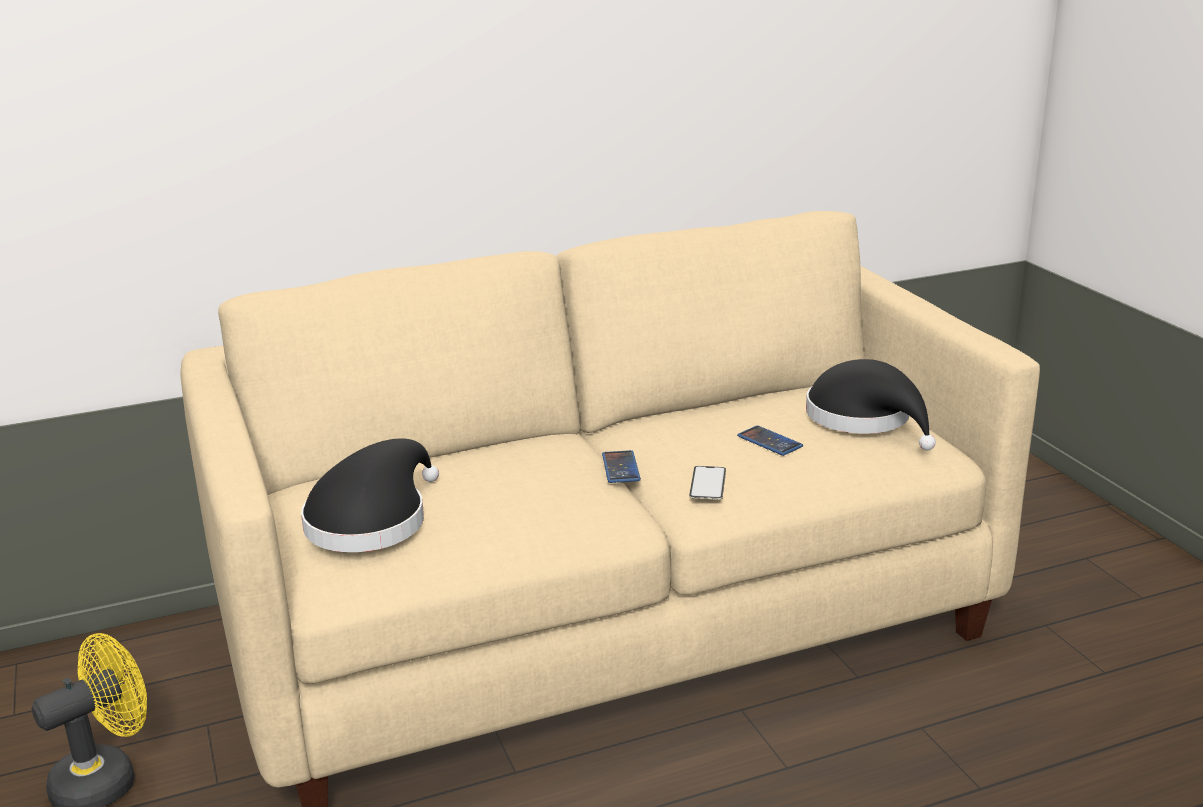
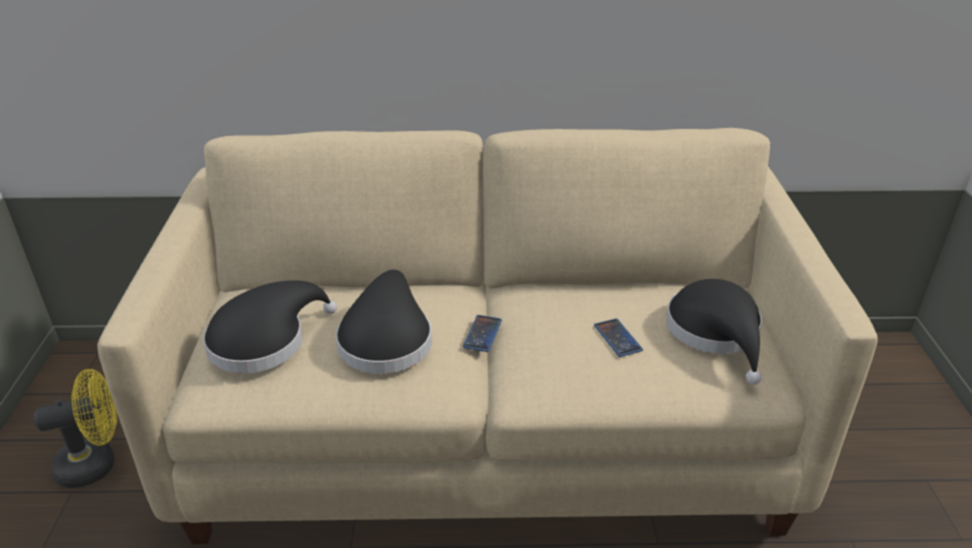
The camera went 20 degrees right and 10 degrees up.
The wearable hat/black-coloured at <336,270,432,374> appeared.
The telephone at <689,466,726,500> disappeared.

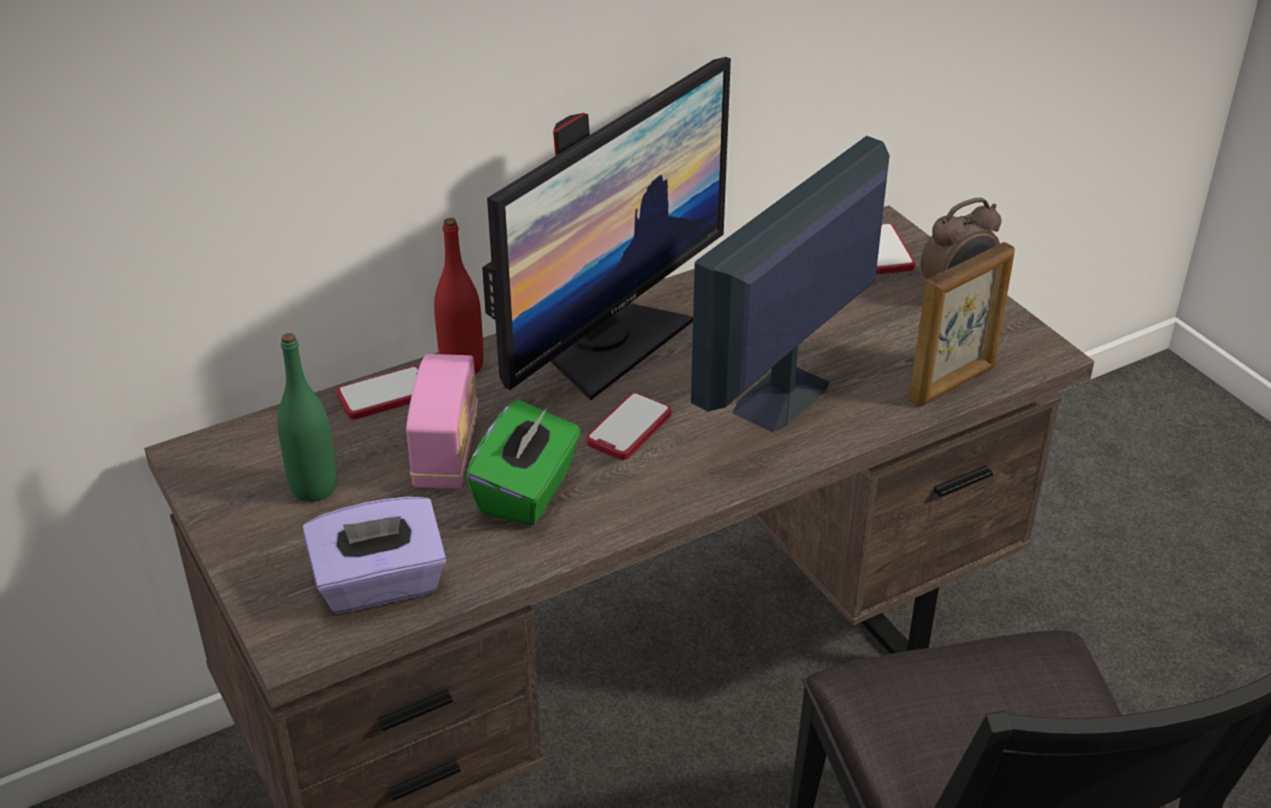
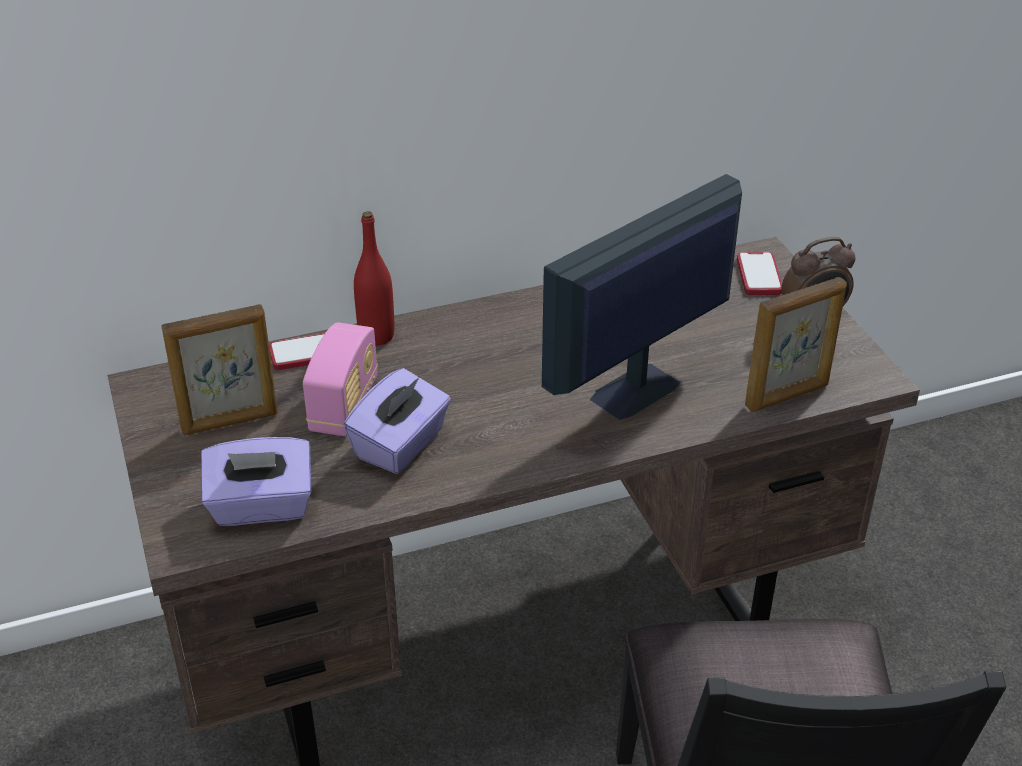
The camera went 10 degrees right and 0 degrees up.
The bottle/greenish at <277,333,337,502> was replaced by the standing frame at <161,304,278,435>.
The box of tissues/greenish at <465,400,581,526> became the box of tissues/purple at <344,368,451,474>.
The computer display at <482,57,731,400> disappeared.
The telephone at <586,393,671,460> disappeared.

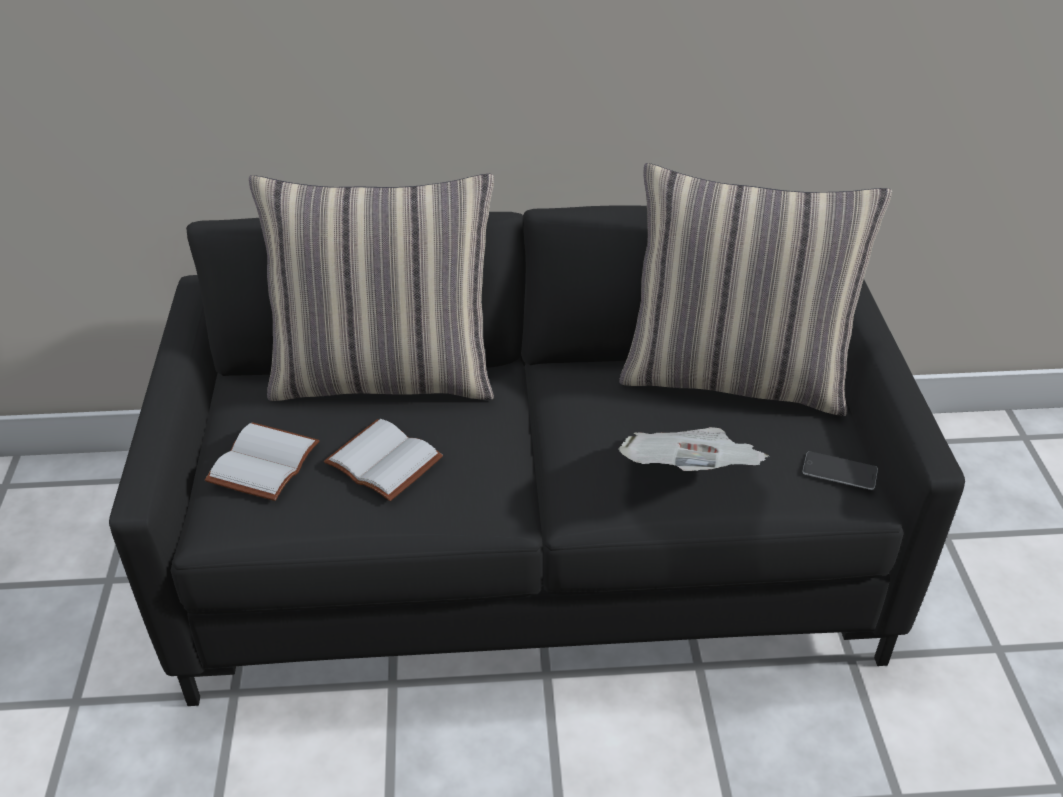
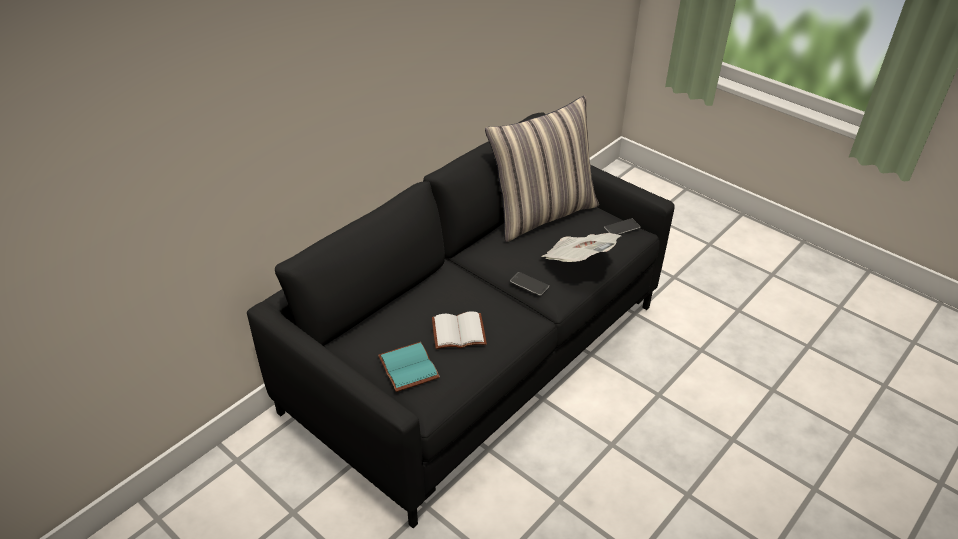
The camera went 45 degrees left and 0 degrees up.
The bound book/white at <205,422,320,501> became the bound book/turquoise at <378,342,440,392>.
The telephone at <510,272,549,296> appeared.
The pillow at <249,174,494,401> disappeared.

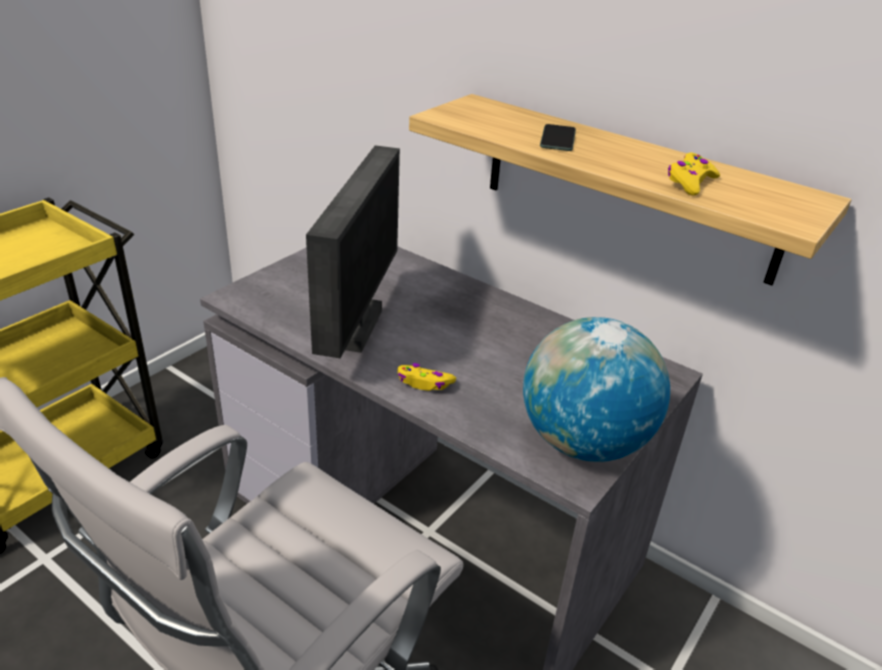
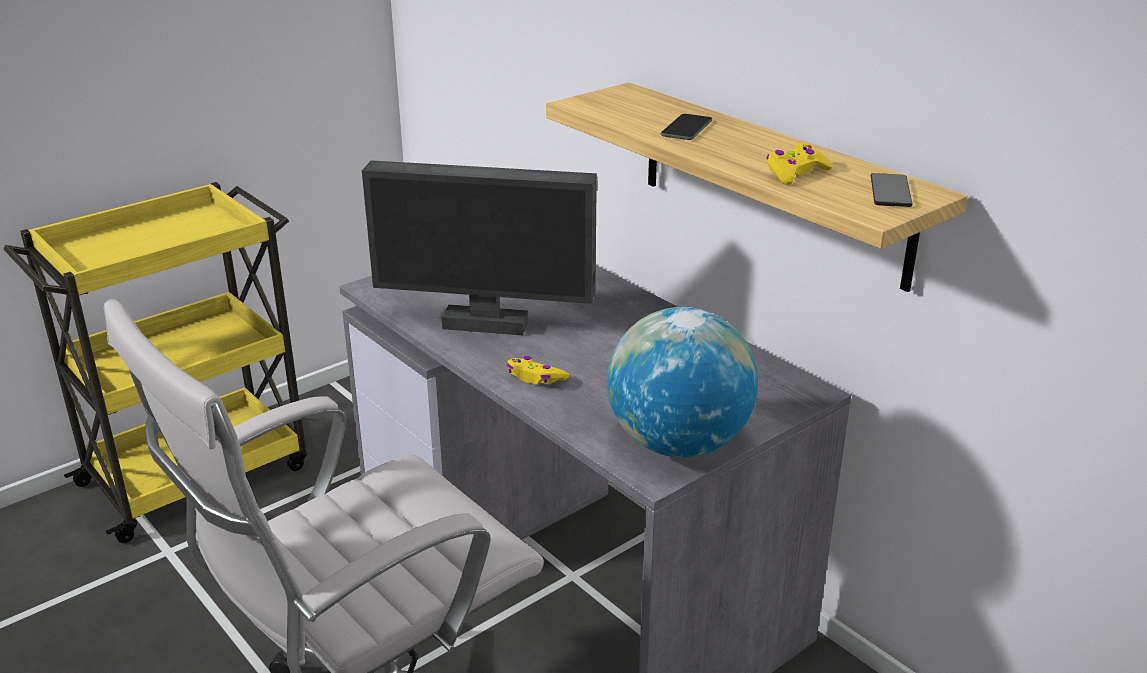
The camera went 15 degrees right and 5 degrees down.
The computer display at <306,145,400,359> turned 75 degrees clockwise.
The telephone at <871,173,912,207> appeared.

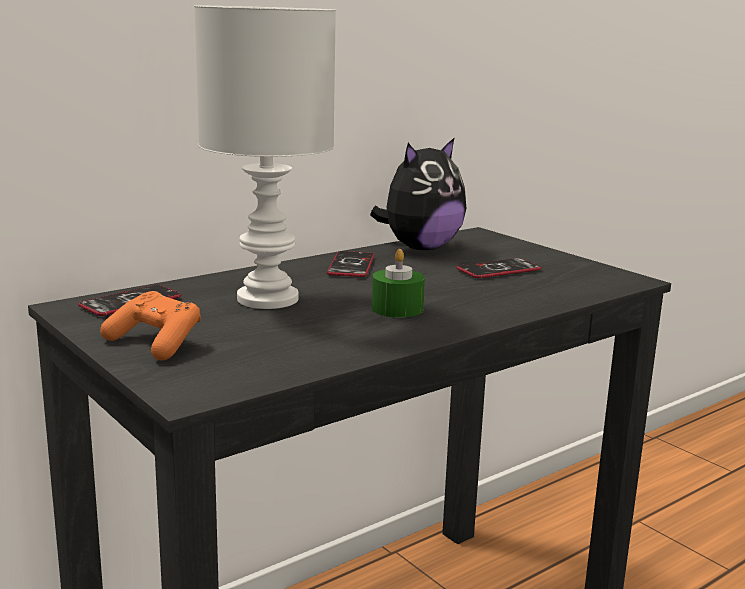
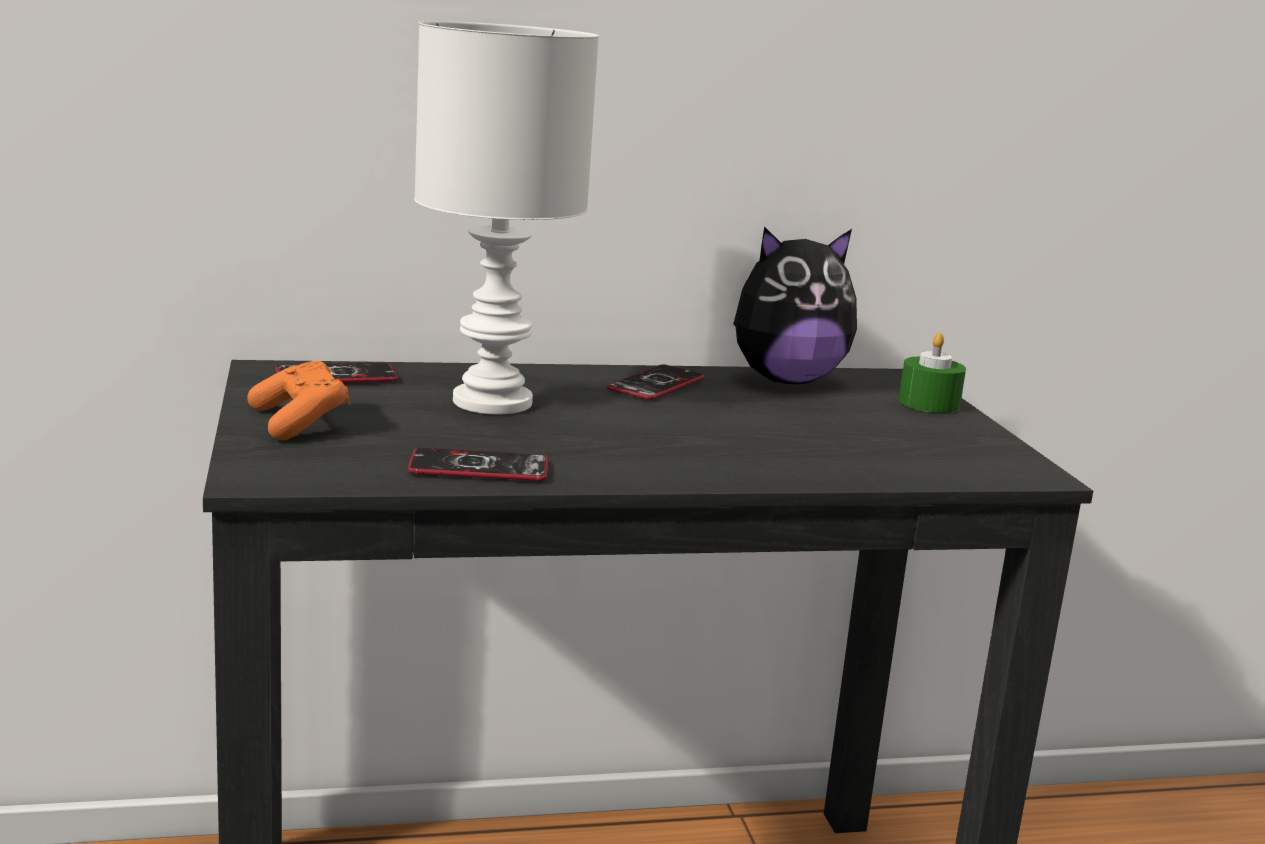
The camera went 25 degrees right and 0 degrees up.
The telephone moved from <457,258,542,278> to <408,448,548,481>.
The wax light/greenish moved from <372,249,425,318> to <899,332,966,413>.

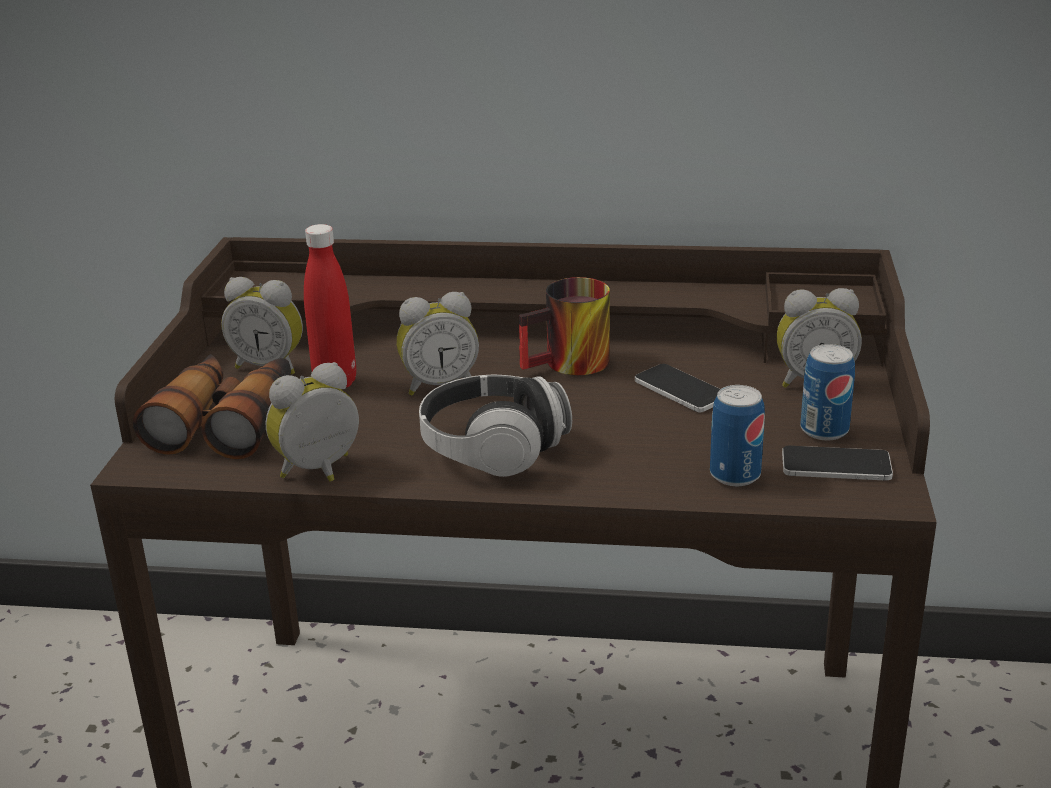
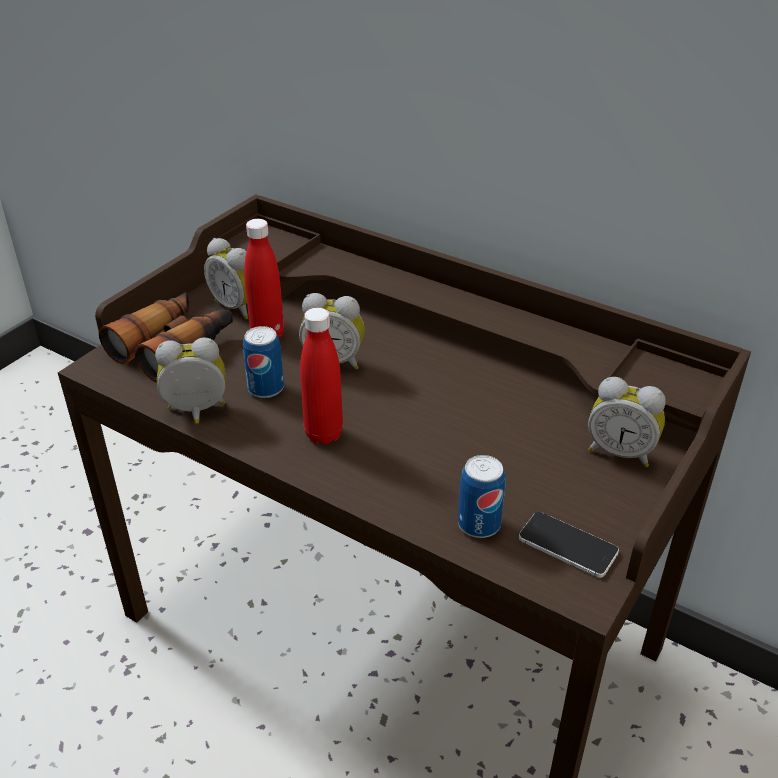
The camera went 25 degrees right and 10 degrees up.
The sealed can moved from <800,344,855,440> to <243,326,284,398>.
The headset at <419,375,572,477> was replaced by the bottle/red at <300,308,343,444>.
The tea mug at <519,277,610,375> disappeared.
The telephone at <635,364,720,412> disappeared.

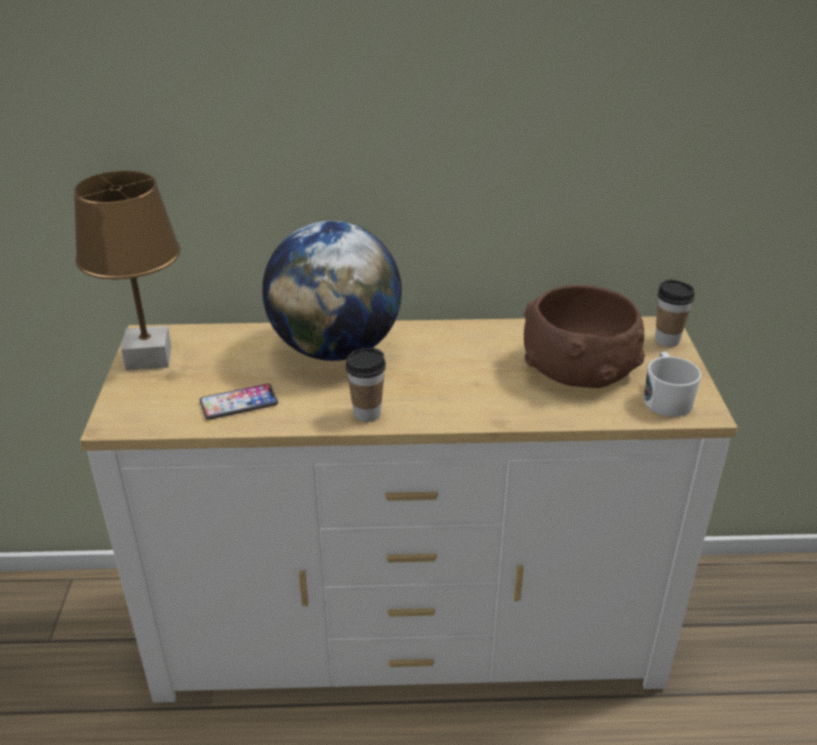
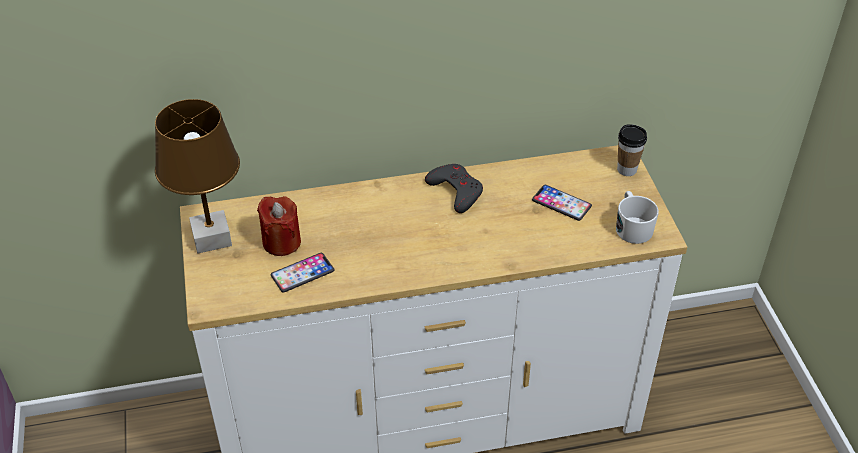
The camera went 10 degrees left and 10 degrees up.
The wax light/red at <257,196,301,256> appeared.
The gamepad/gray at <425,164,483,213> appeared.
The deep dish/brown at <524,285,645,388> was replaced by the telephone at <532,185,592,221>.
The world globe at <262,221,402,361> disappeared.
The cup at <345,348,386,422> disappeared.

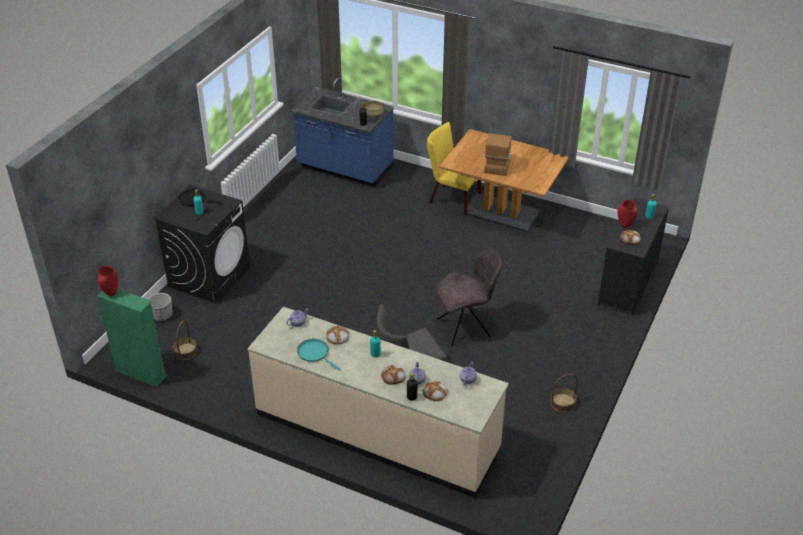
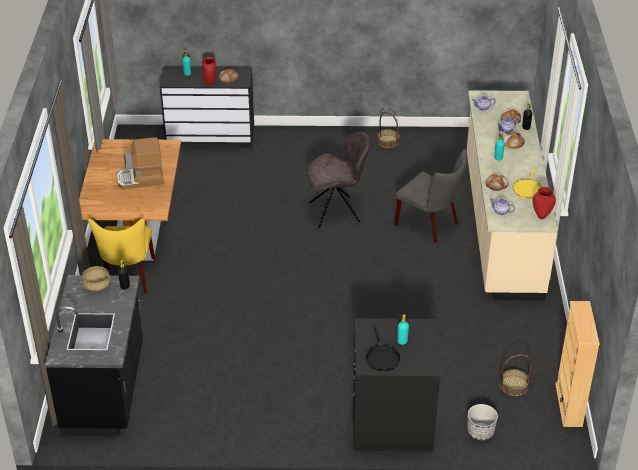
The camera went 115 degrees left and 0 degrees up.
The counter/blue at <291,78,394,187> became the counter/black-coloured at <45,275,143,436>.
The chair/gray at <436,249,502,346> turned 120 degrees clockwise.
The frying pan/turquoise at <297,339,340,370> became the frying pan/yellowish at <513,168,542,199>.
The decorative vase/red moved from <98,265,118,296> to <532,187,556,219>.
The bookcase/greenish at <97,289,167,387> became the bookcase/sand-coloured at <555,301,600,427>.

